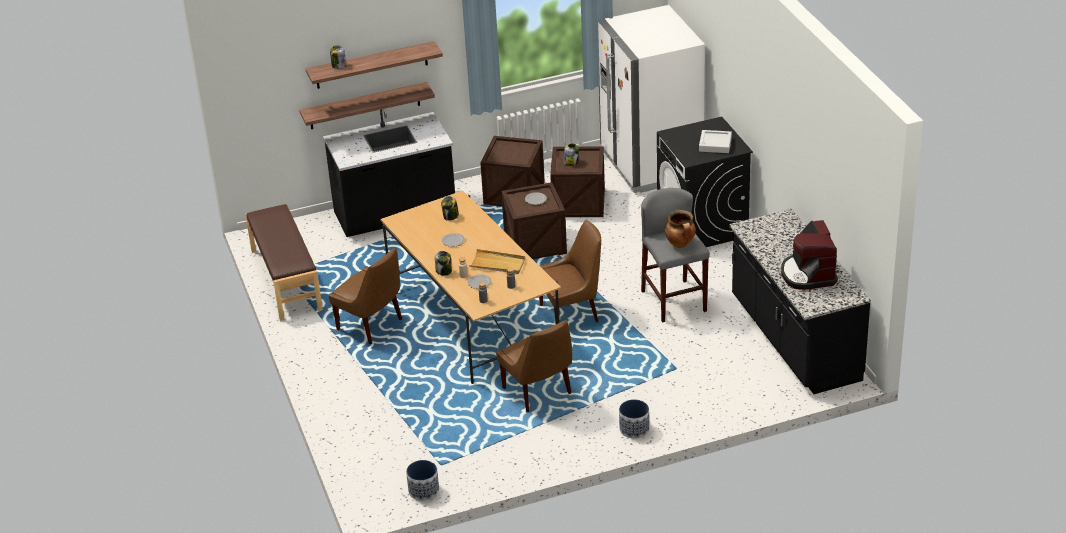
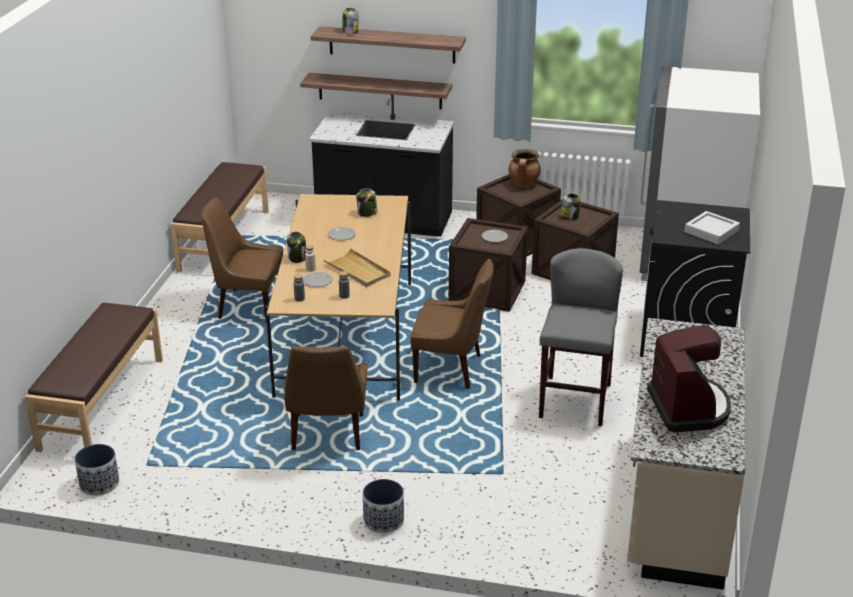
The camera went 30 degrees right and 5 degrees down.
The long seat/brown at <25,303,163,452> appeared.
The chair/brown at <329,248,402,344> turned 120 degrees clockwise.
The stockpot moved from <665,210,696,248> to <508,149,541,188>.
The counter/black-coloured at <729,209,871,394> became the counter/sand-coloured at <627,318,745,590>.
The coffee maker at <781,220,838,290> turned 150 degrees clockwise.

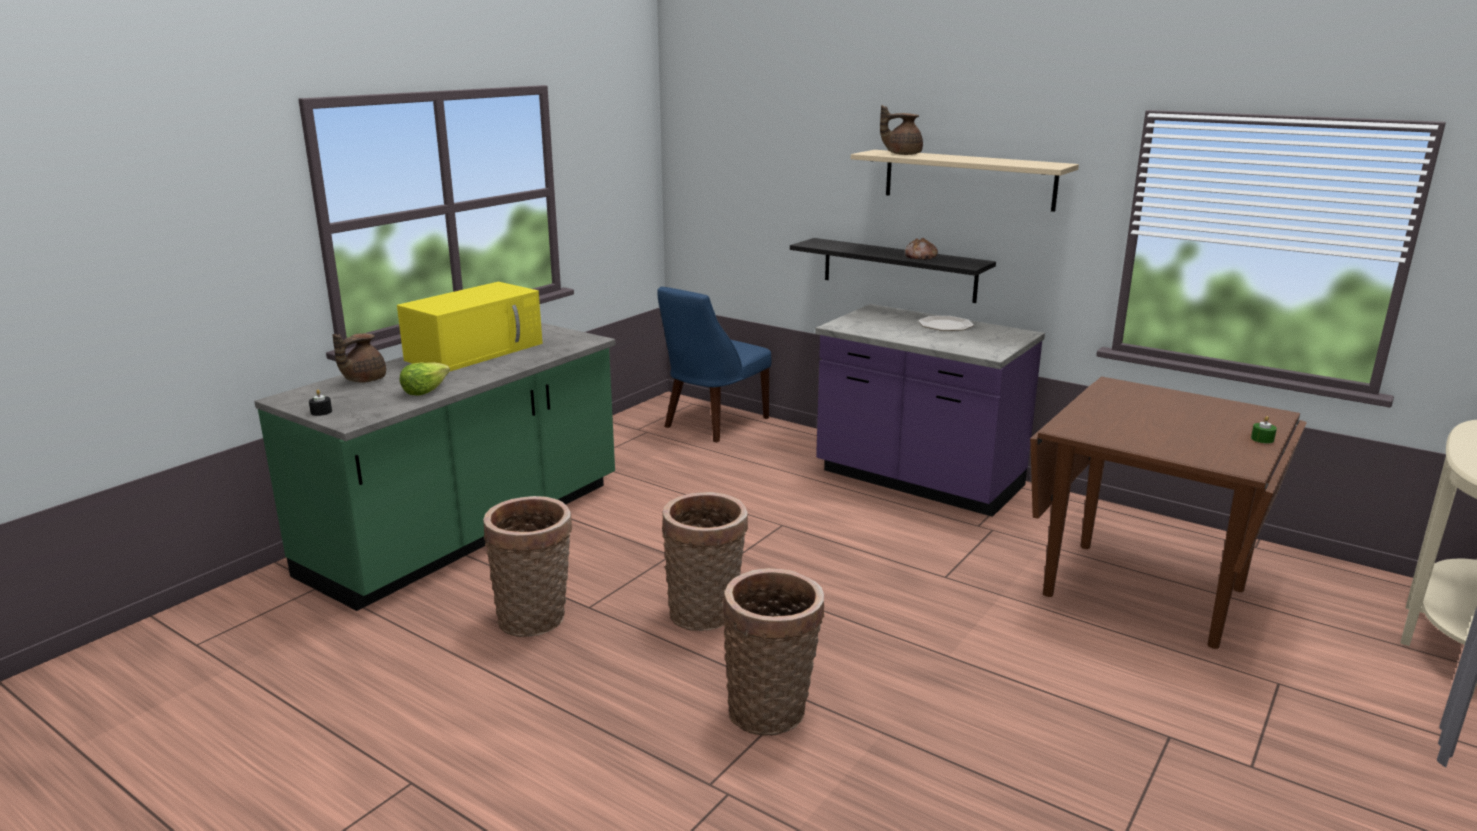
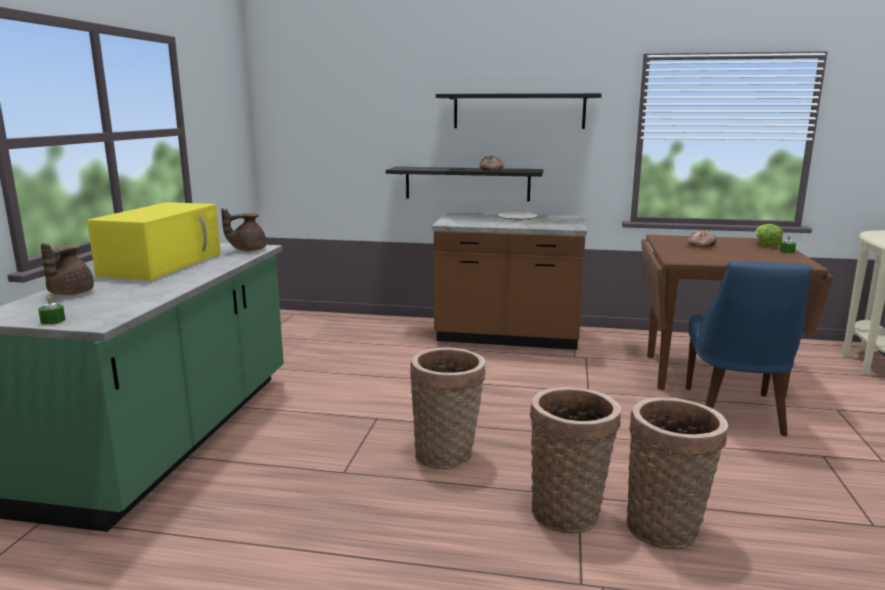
The camera went 25 degrees left and 5 degrees down.
The wax light/black-coloured at <309,390,332,416> became the wax light/greenish at <38,296,66,325>.
The tea pot/brown moved from <880,105,923,155> to <221,208,266,251>.
The counter/purple at <815,304,1045,517> became the counter/brown at <432,212,587,350>.
The wall shelf/sand-coloured at <851,150,1079,212> became the wall shelf/black-coloured at <436,93,602,129>.
The storage basket moved from <483,496,572,637> to <627,397,728,549>.
The chair/blue moved from <657,287,771,442> to <686,261,811,436>.
The baked bread at <688,230,716,247> appeared.
The head of lettuce moved from <400,362,450,396> to <755,224,783,247>.

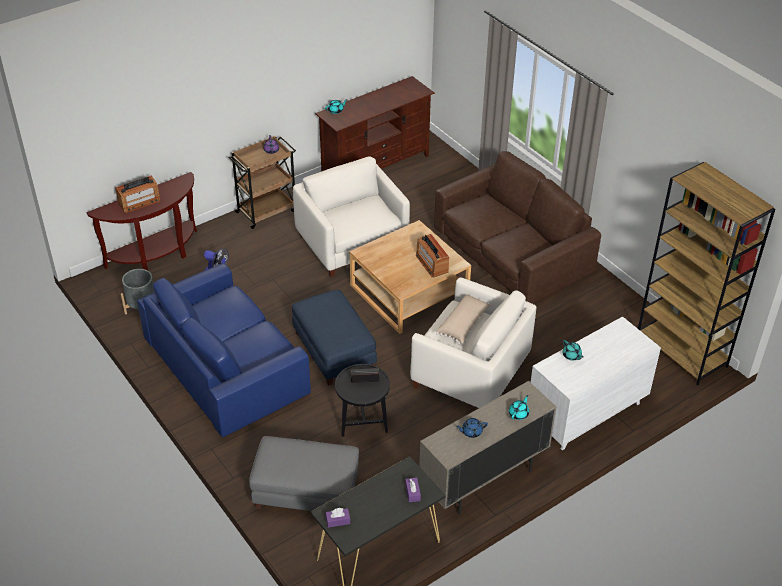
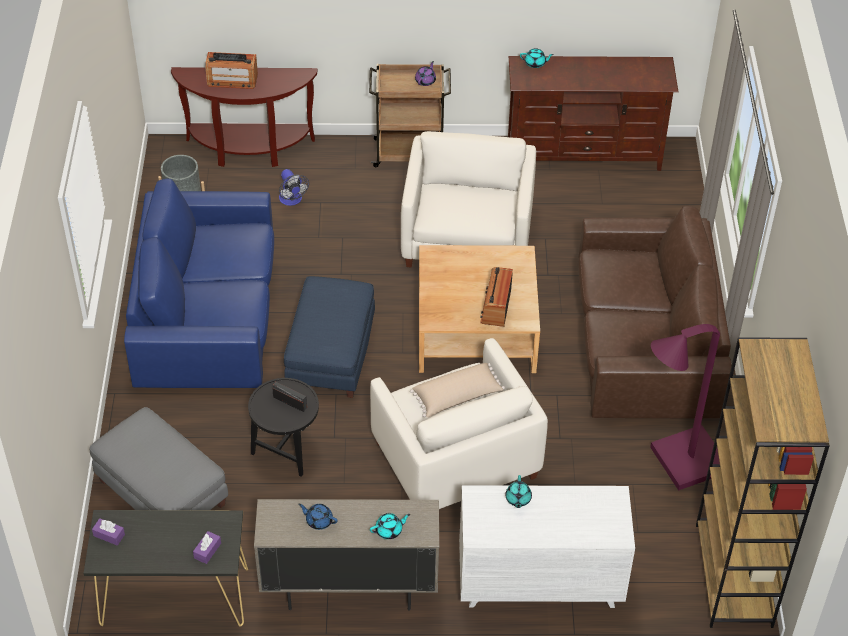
The camera went 35 degrees right and 5 degrees up.
The standard lamp/purple at <650,324,720,491> appeared.

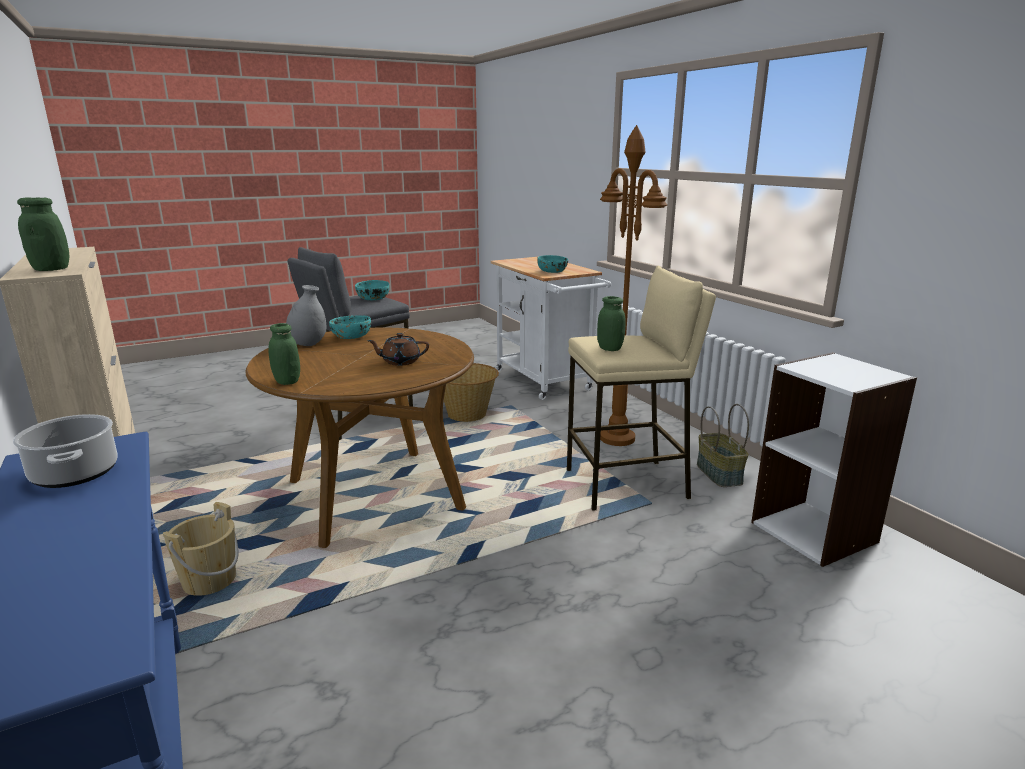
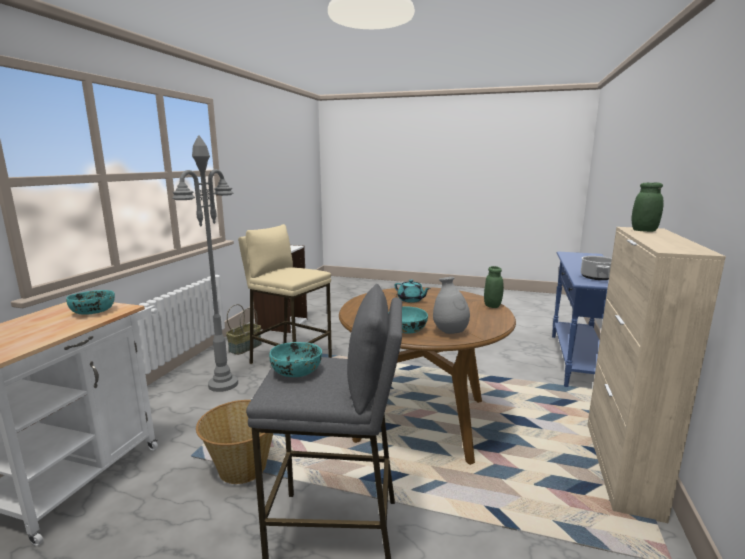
The camera went 135 degrees left and 5 degrees down.
The standard lamp/brown at <600,125,667,446> became the standard lamp/gray at <172,135,238,392>.
The tea pot/brown at <367,333,429,366> became the tea pot/turquoise at <394,280,431,303>.
The bucket/sand-coloured at <163,502,238,596> disappeared.
The storage jar/greenish at <597,296,626,351> disappeared.

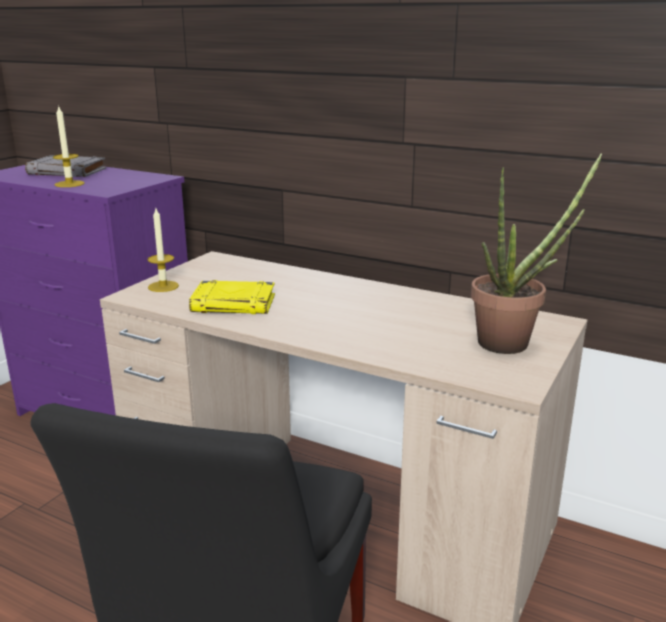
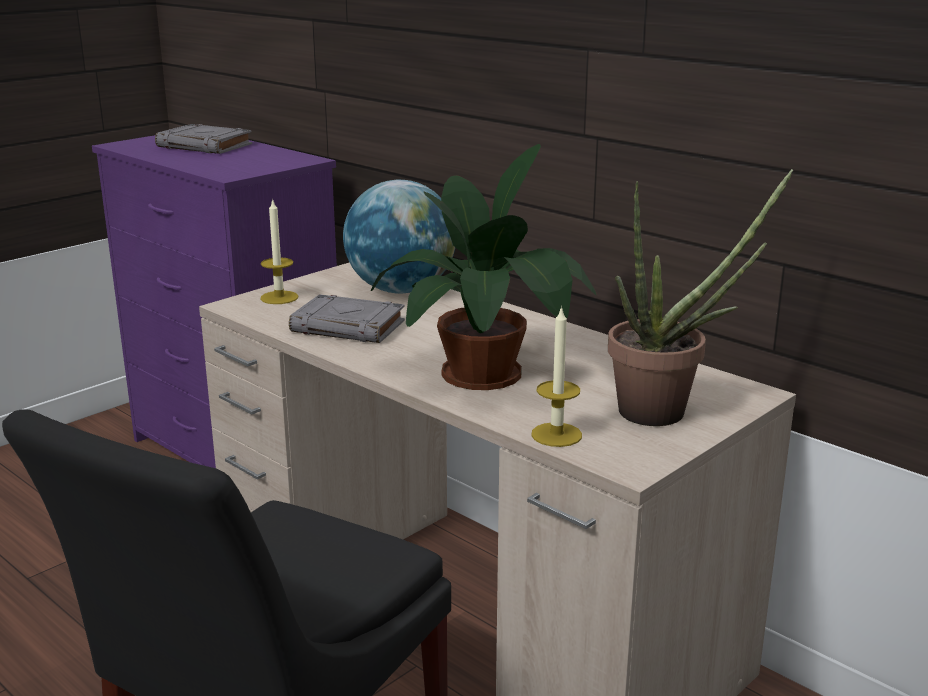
The camera went 15 degrees right and 0 degrees up.
The bound book/yellowish at <189,280,275,314> became the bound book/gray at <289,294,405,343>.
The world globe at <343,179,455,293> appeared.
The plant in a pot at <371,144,597,390> appeared.
The wax light moved from <53,105,84,187> to <531,306,582,447>.

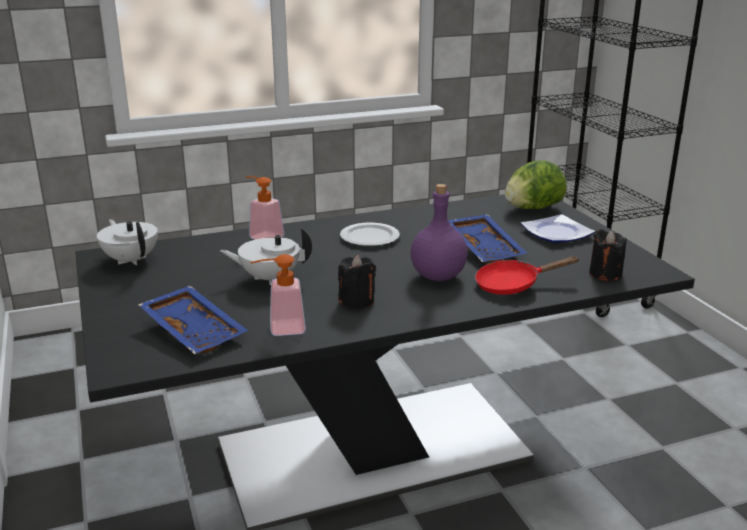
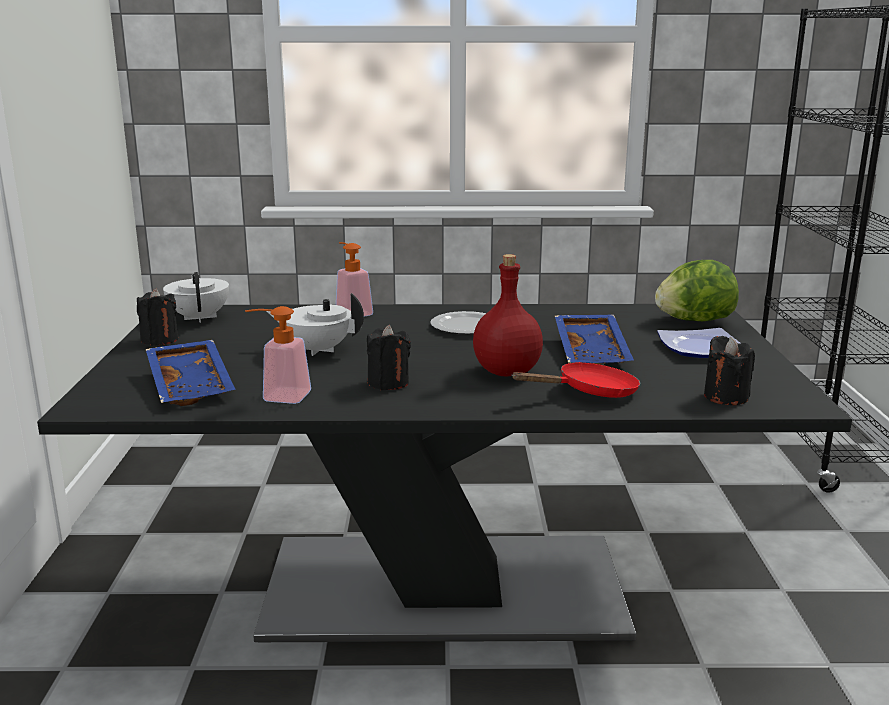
The camera went 20 degrees right and 5 degrees down.
The wax light/black-coloured at <137,288,178,346> appeared.
The bottle/purple at <411,184,468,281> became the bottle/red at <473,254,543,376>.
The frying pan/red at <475,256,580,295> turned 150 degrees clockwise.

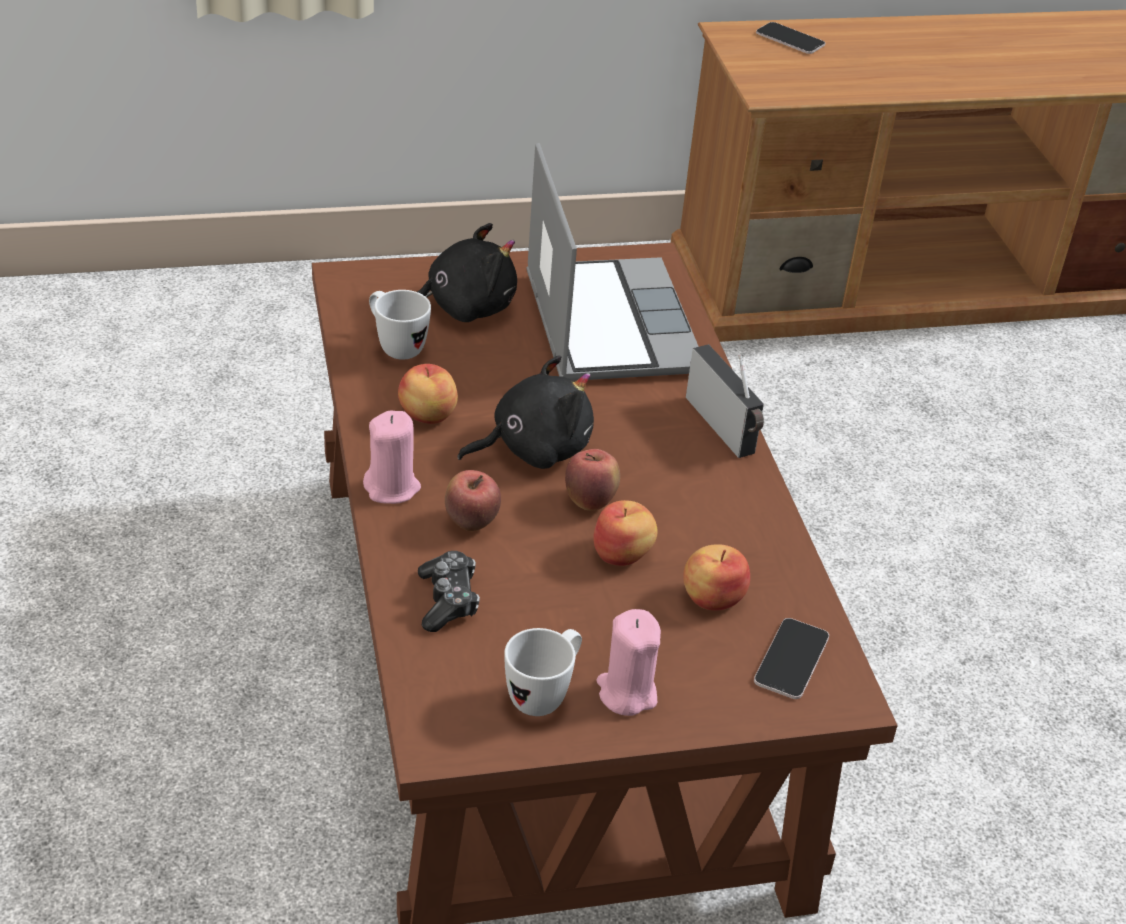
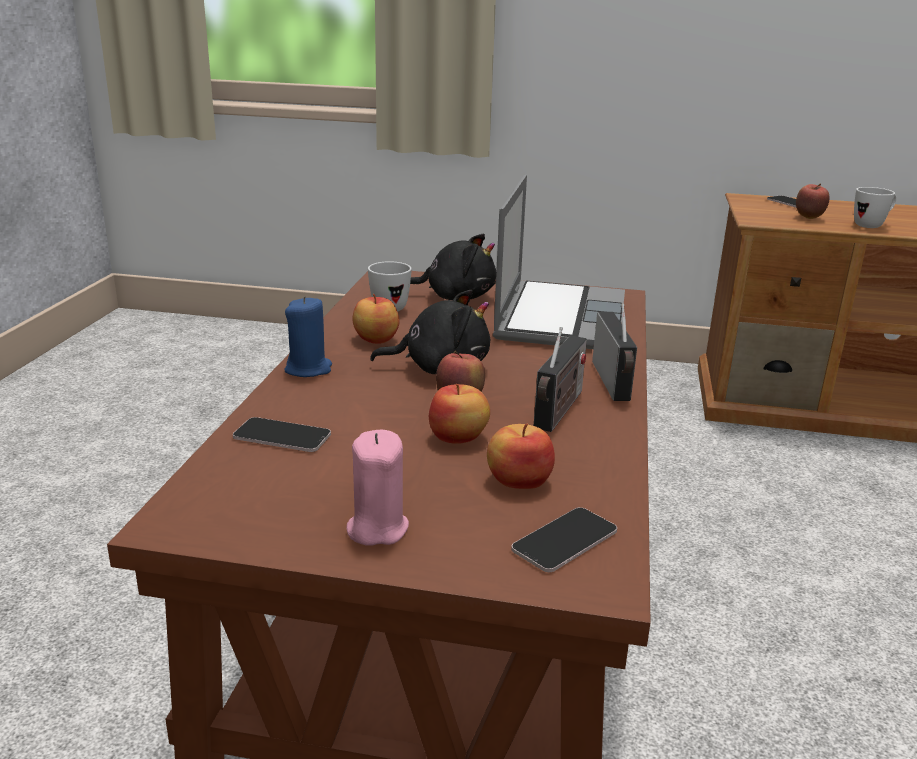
The camera went 25 degrees right and 15 degrees down.
The gamepad at <418,551,480,632> was replaced by the telephone at <233,417,331,452>.
The wax light/pink at <363,410,421,504> became the wax light/blue at <284,296,332,377>.
The radio receiver at <534,327,587,432> appeared.
The apple fruit moved from <445,470,501,531> to <796,184,830,219>.
The tea mug/white moved from <504,628,582,716> to <854,187,896,228>.

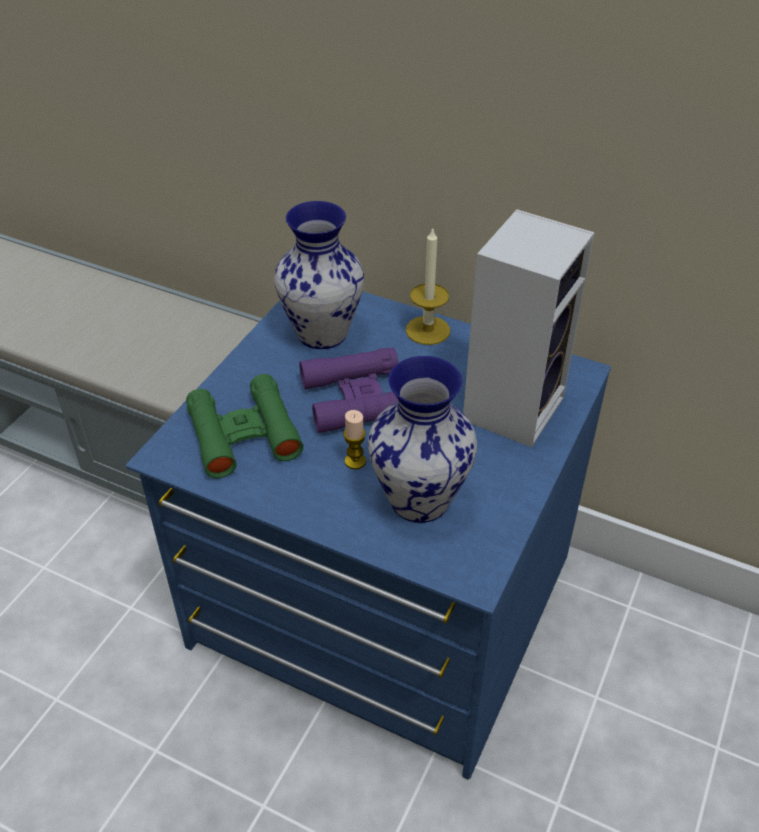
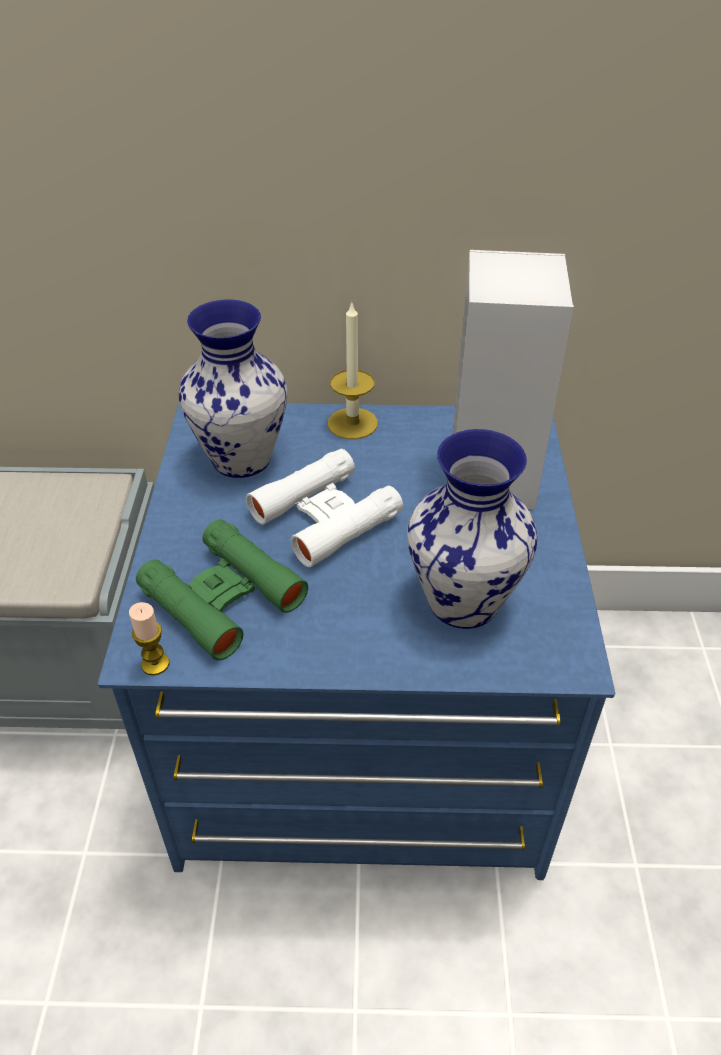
The camera went 25 degrees left and 0 degrees up.
The wax light moved from <343,410,366,469> to <129,602,170,676>.
The binoculars/purple at <299,348,399,433> became the binoculars/white at <246,449,403,567>.

